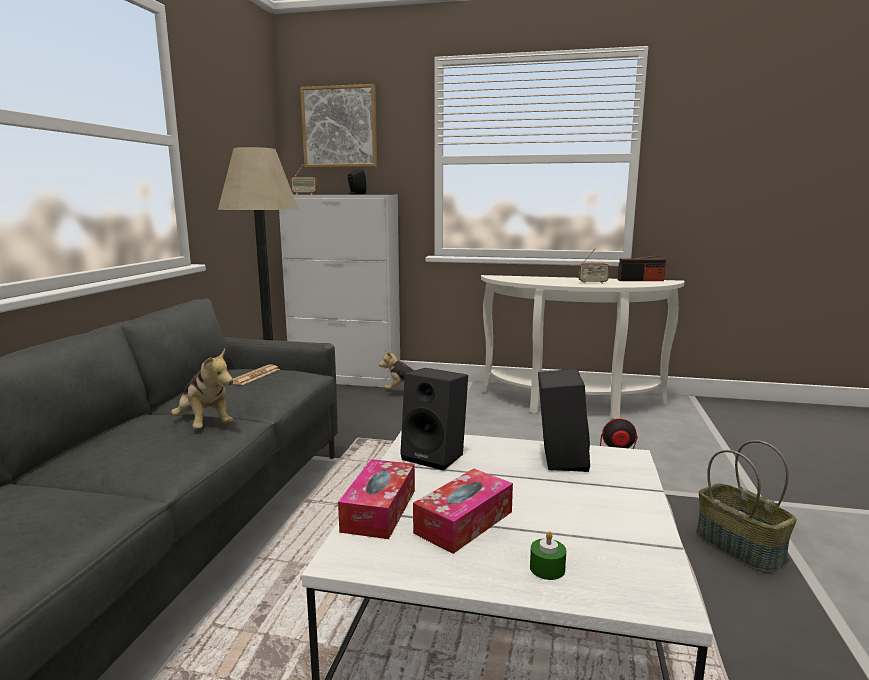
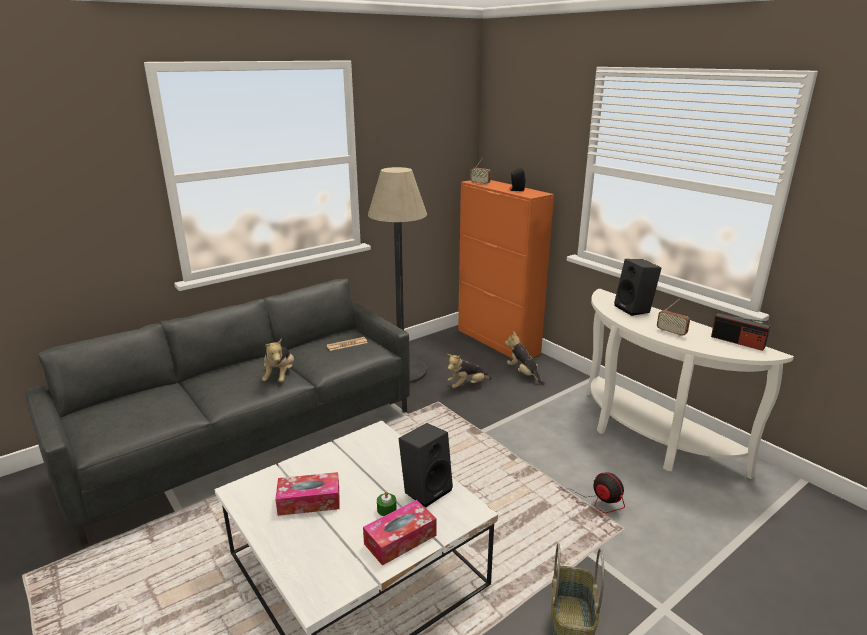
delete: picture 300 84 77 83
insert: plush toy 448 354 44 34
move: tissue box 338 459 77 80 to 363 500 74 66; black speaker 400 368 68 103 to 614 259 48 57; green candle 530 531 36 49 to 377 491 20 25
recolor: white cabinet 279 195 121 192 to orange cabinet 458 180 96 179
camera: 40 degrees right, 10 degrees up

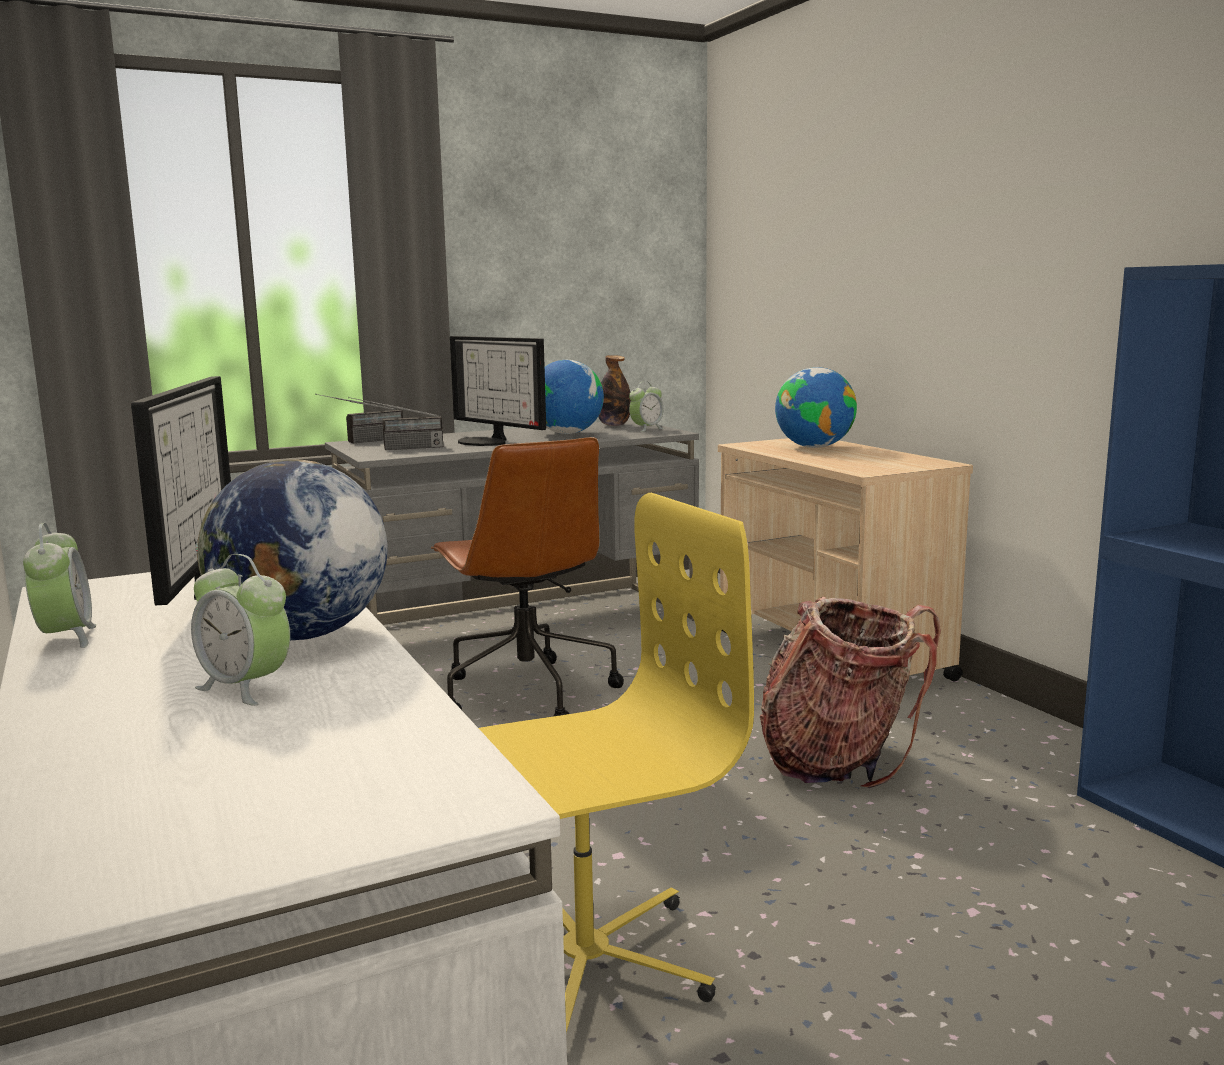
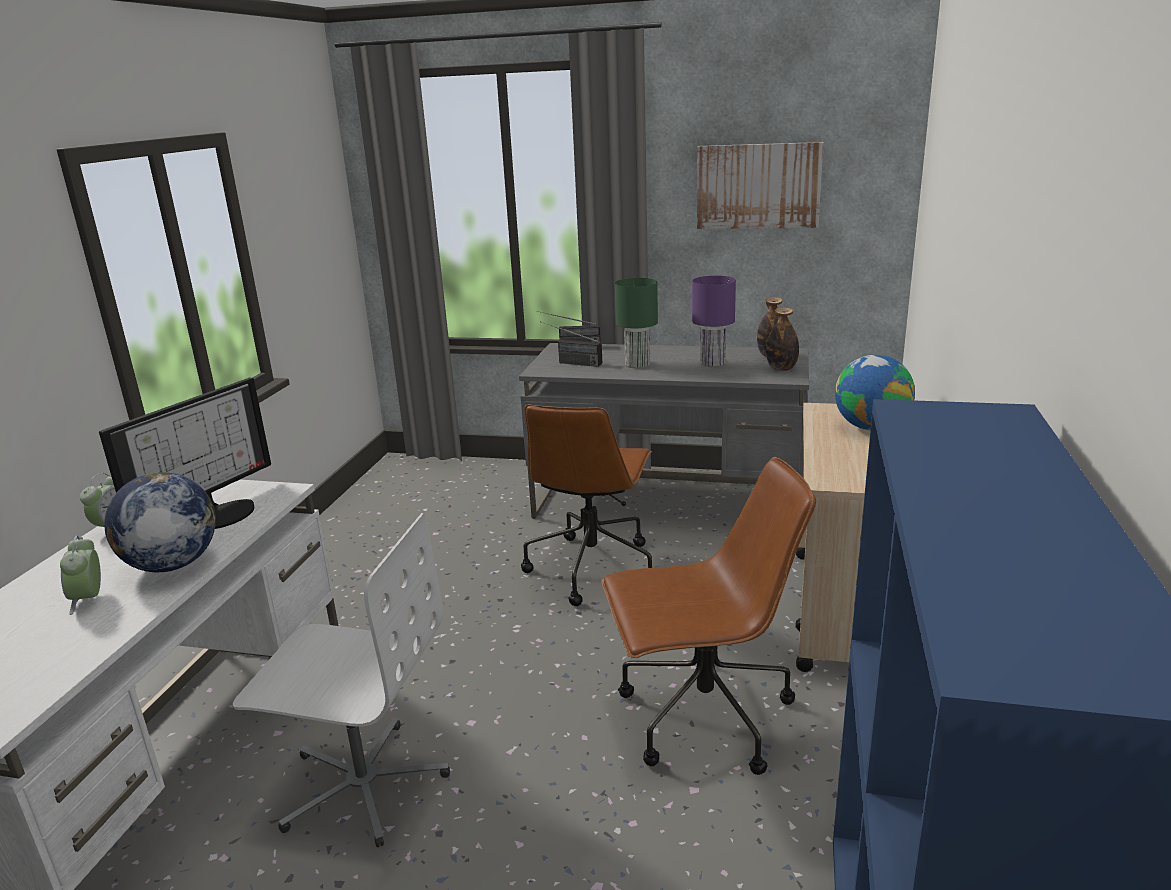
insert: picture 697 142 127 87
replace: monitor 450 336 96 110 to green table lamp 615 278 43 90; globe 545 360 59 74 to purple table lamp 692 276 44 91; alarm clock 629 381 35 51 to bottle 766 307 33 64; backpack 760 597 181 191 to brown office chair 601 457 215 318
recolor: yellow office chair 479 493 275 540 to white office chair 233 513 217 334
camera: 40 degrees right, 10 degrees up

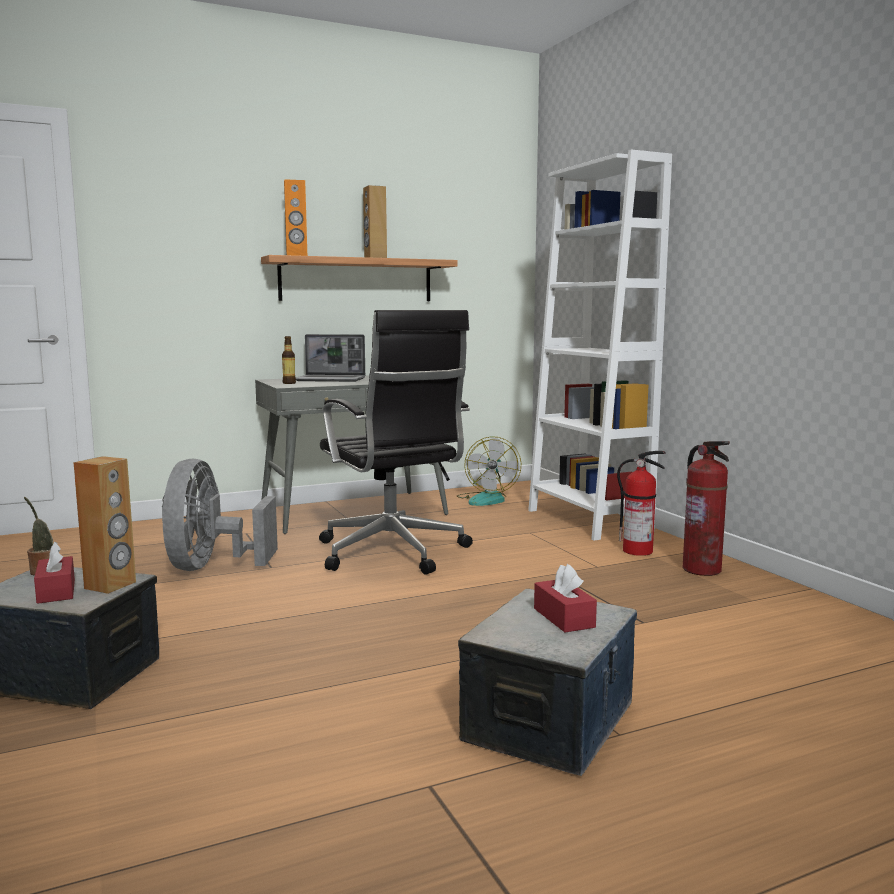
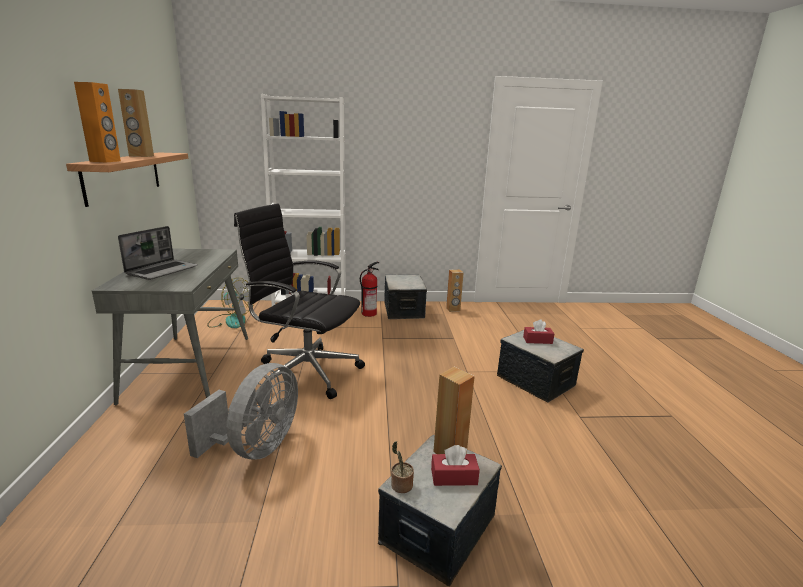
delete: bottle 282 336 14 48
insert: brown speaker 446 269 18 43
replace: fire extinguisher 683 441 47 135 to storage box 384 275 43 44
rotate: grey fan 162 458 116 113 = 184 363 114 96 90 degrees counterclockwise; black office chair 319 310 154 265 = 234 203 131 196 150 degrees counterclockwise
camera: 70 degrees left, 10 degrees up

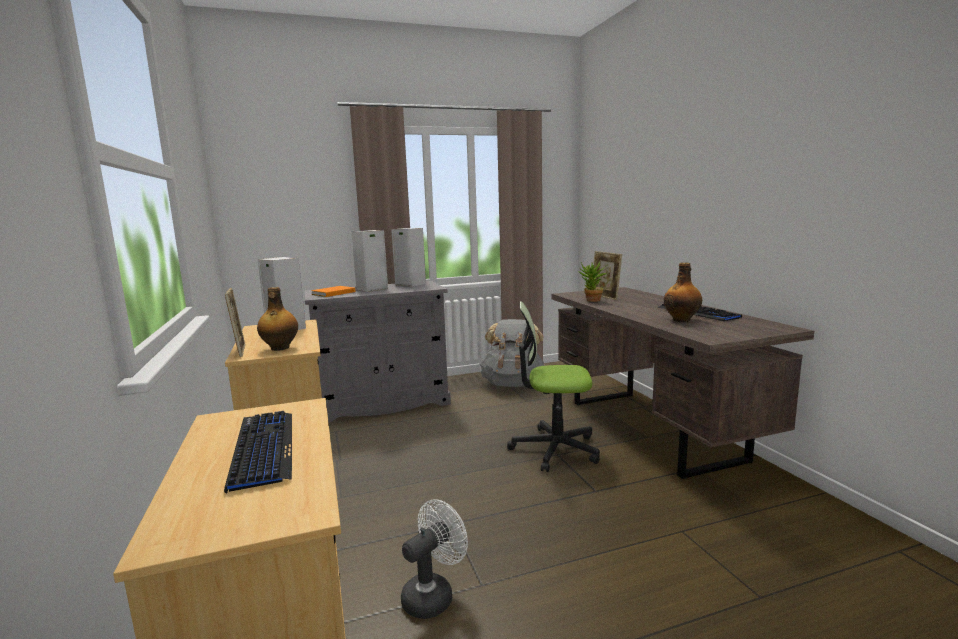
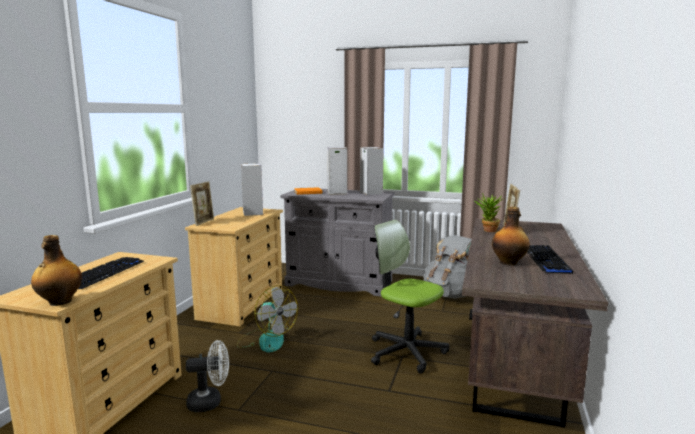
insert: fan 237 285 61 67
move: bottle 257 287 41 64 to 31 235 51 71
camera: 35 degrees right, 0 degrees up

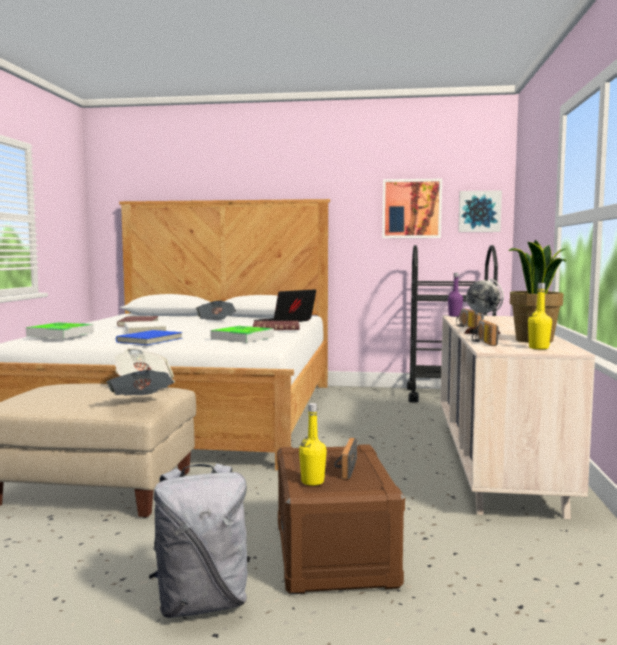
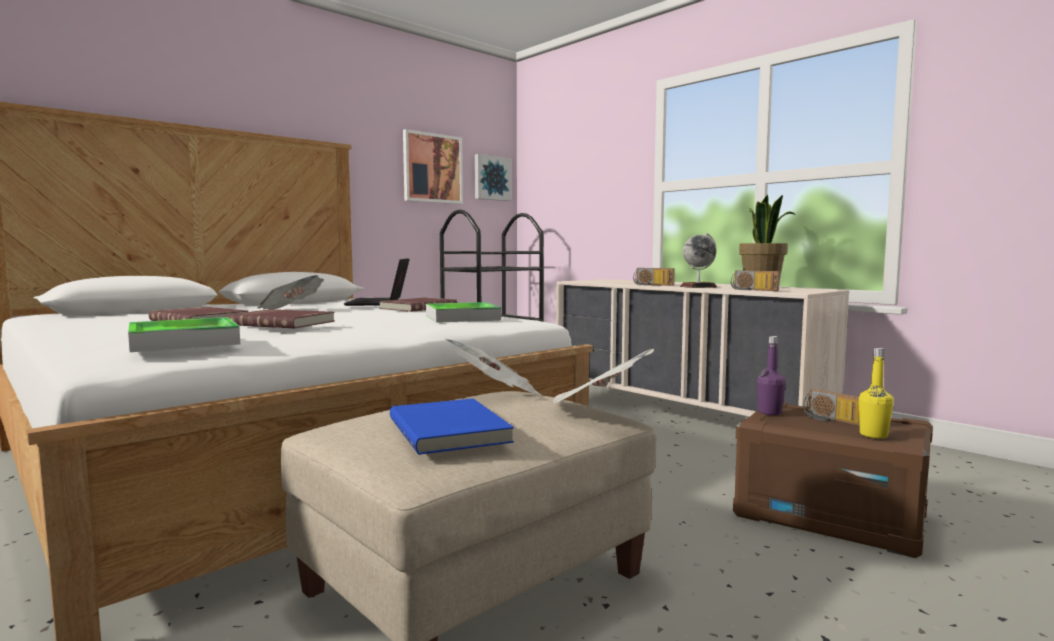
delete: grey backpack 149 464 102 154; yellow bottle 528 283 24 67
move: blue book 116 330 66 15 to 390 398 124 57; purple bottle 448 273 15 44 to 757 336 29 79
recolor: white book 124 321 42 12 to red book 225 309 110 19
camera: 50 degrees left, 0 degrees up

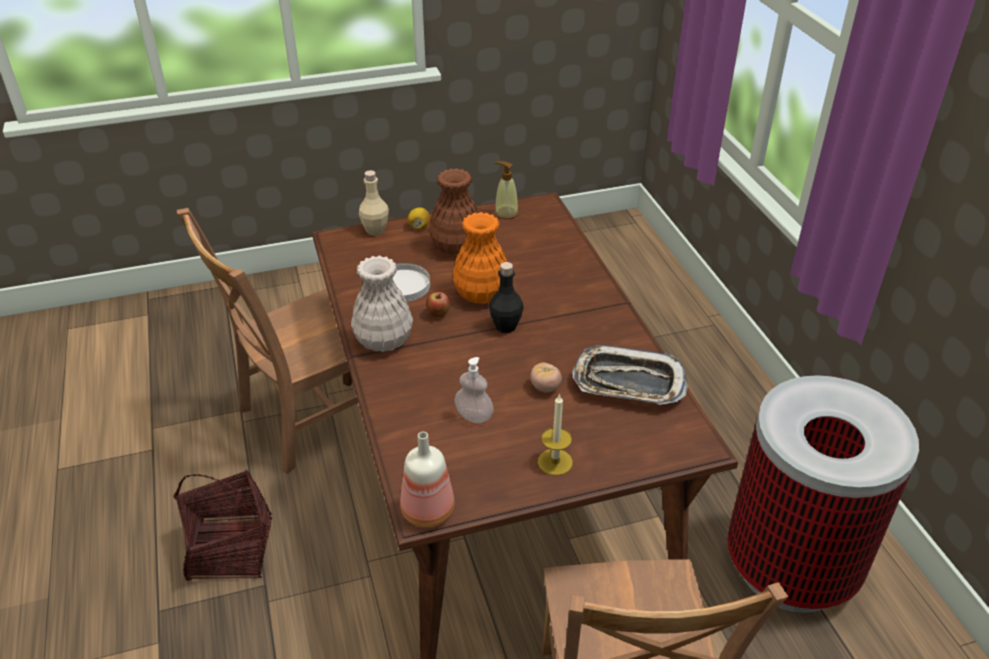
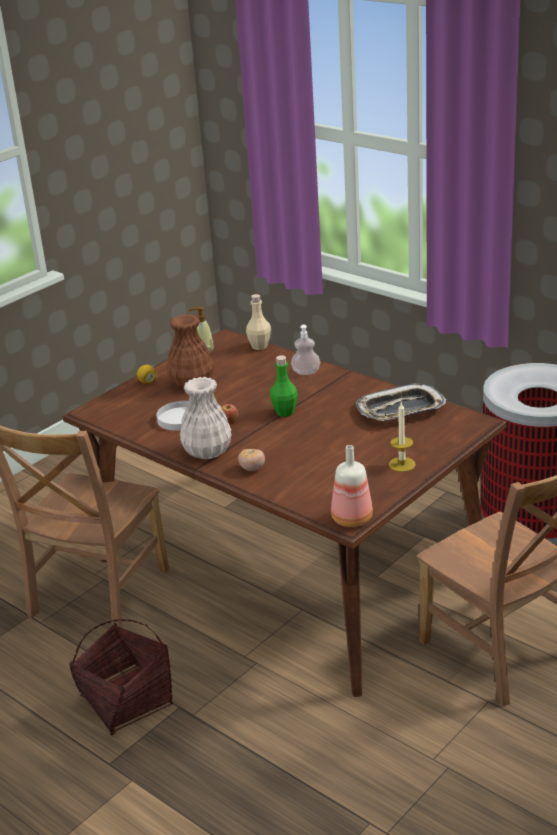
delete: orange vase 453 212 54 92
move: beige bottle 359 170 30 66 to 246 294 25 56; soap dispenser 454 357 40 66 to 291 325 29 50; tomato 530 362 32 31 to 238 449 27 22
recolor: black bottle 489 262 35 71 to green bottle 270 356 28 61
camera: 30 degrees left, 10 degrees down

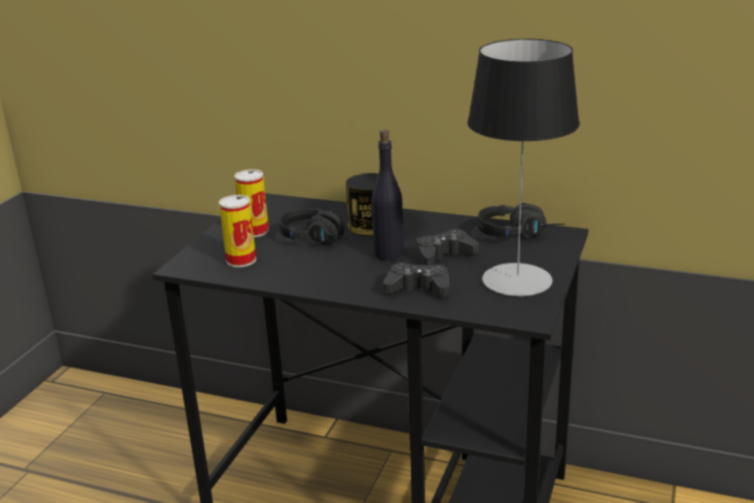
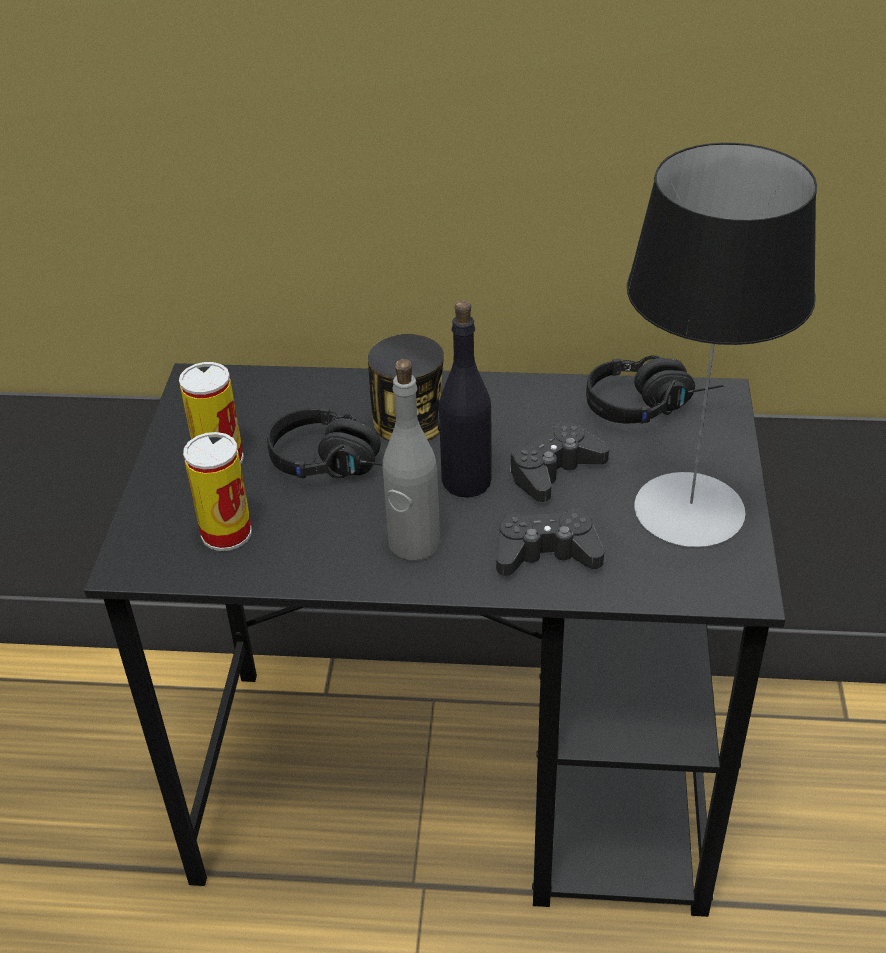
insert: grey bottle 383 359 57 202
camera: 15 degrees left, 15 degrees up

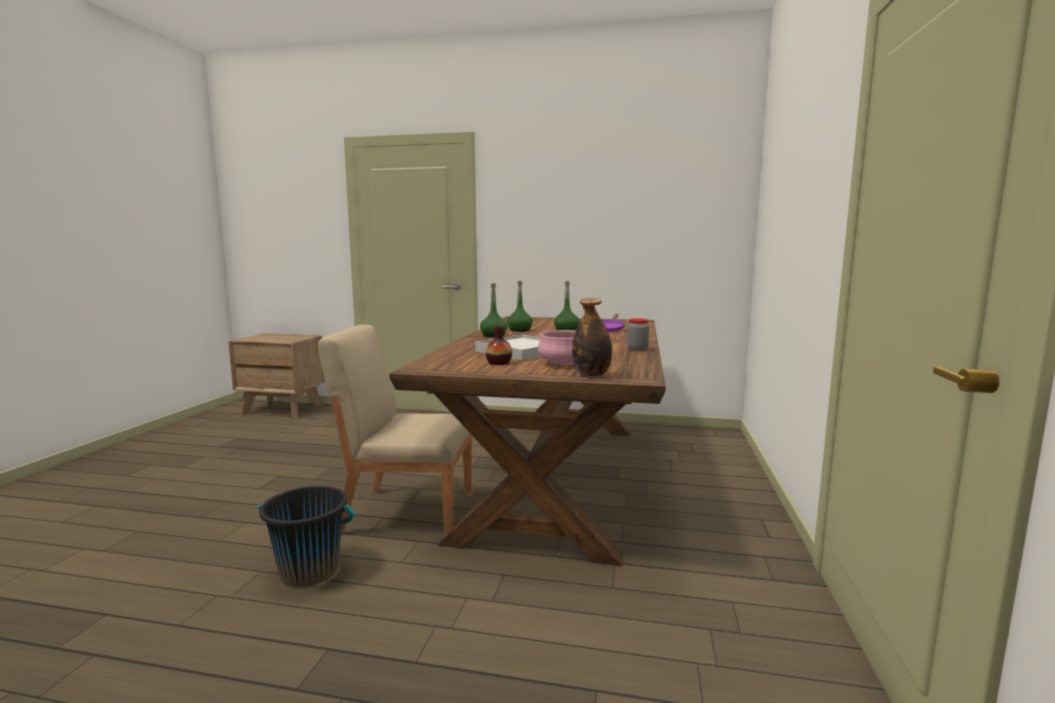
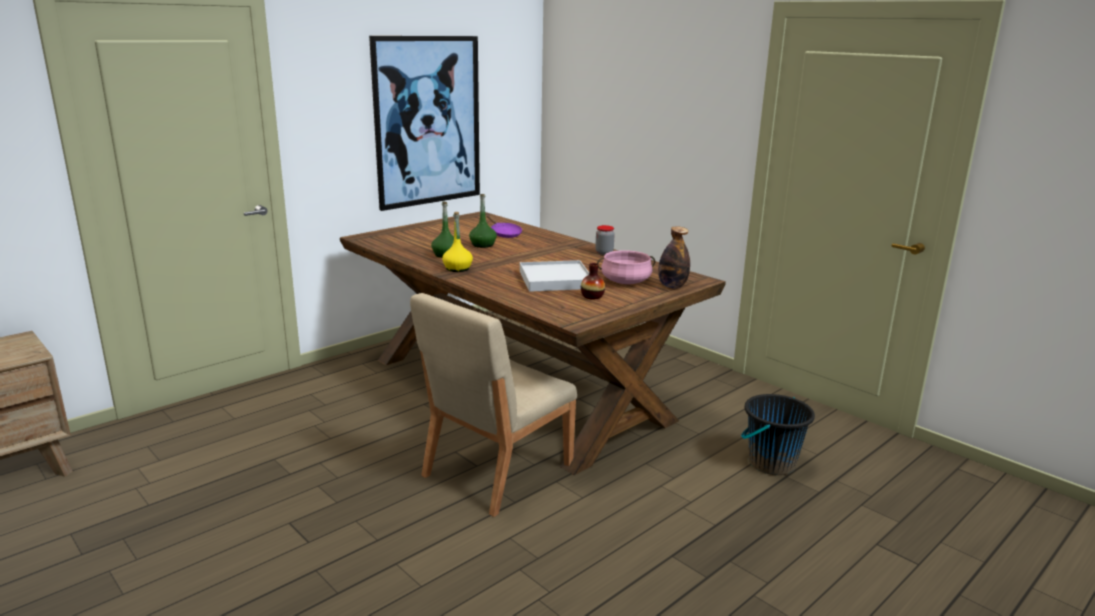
insert: picture 369 36 111 175
move: black bucket 258 486 96 101 to 741 394 74 81
recolor: green bottle 480 283 27 54 to yellow bottle 442 212 31 60
camera: 55 degrees left, 10 degrees up

